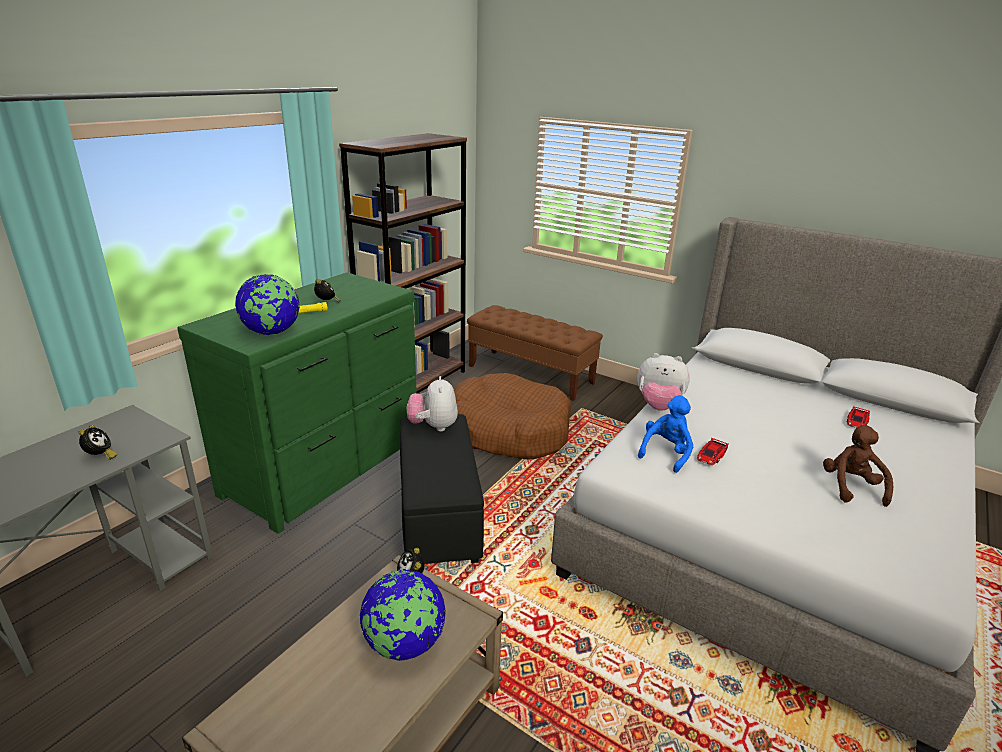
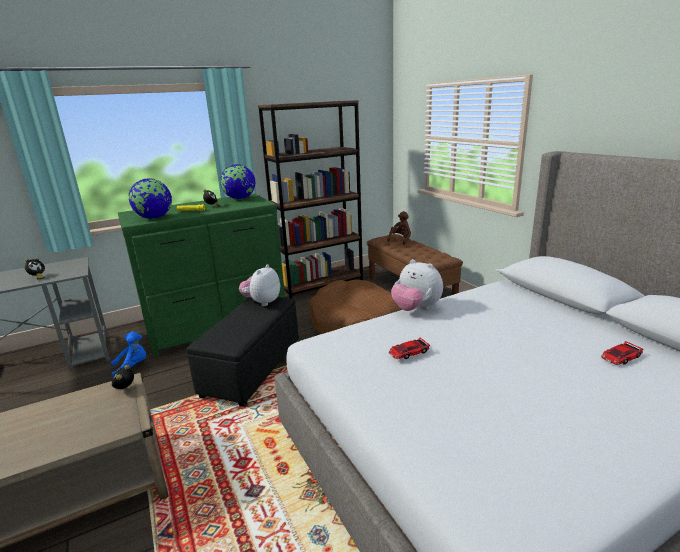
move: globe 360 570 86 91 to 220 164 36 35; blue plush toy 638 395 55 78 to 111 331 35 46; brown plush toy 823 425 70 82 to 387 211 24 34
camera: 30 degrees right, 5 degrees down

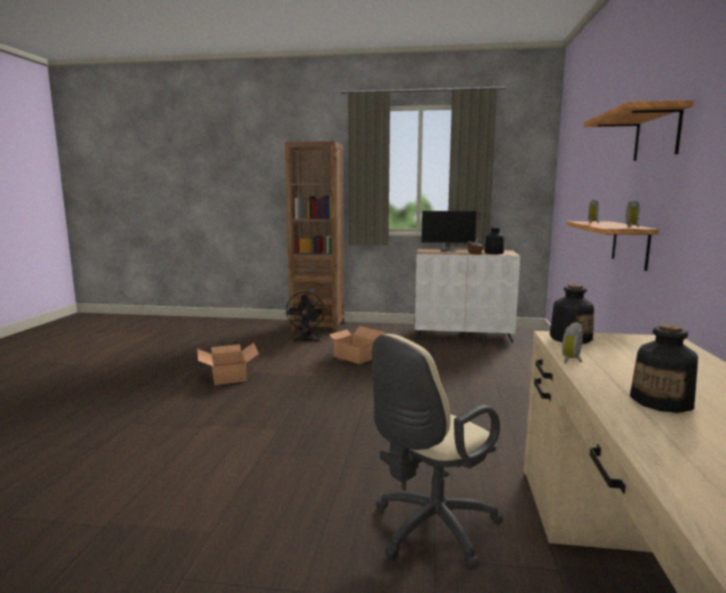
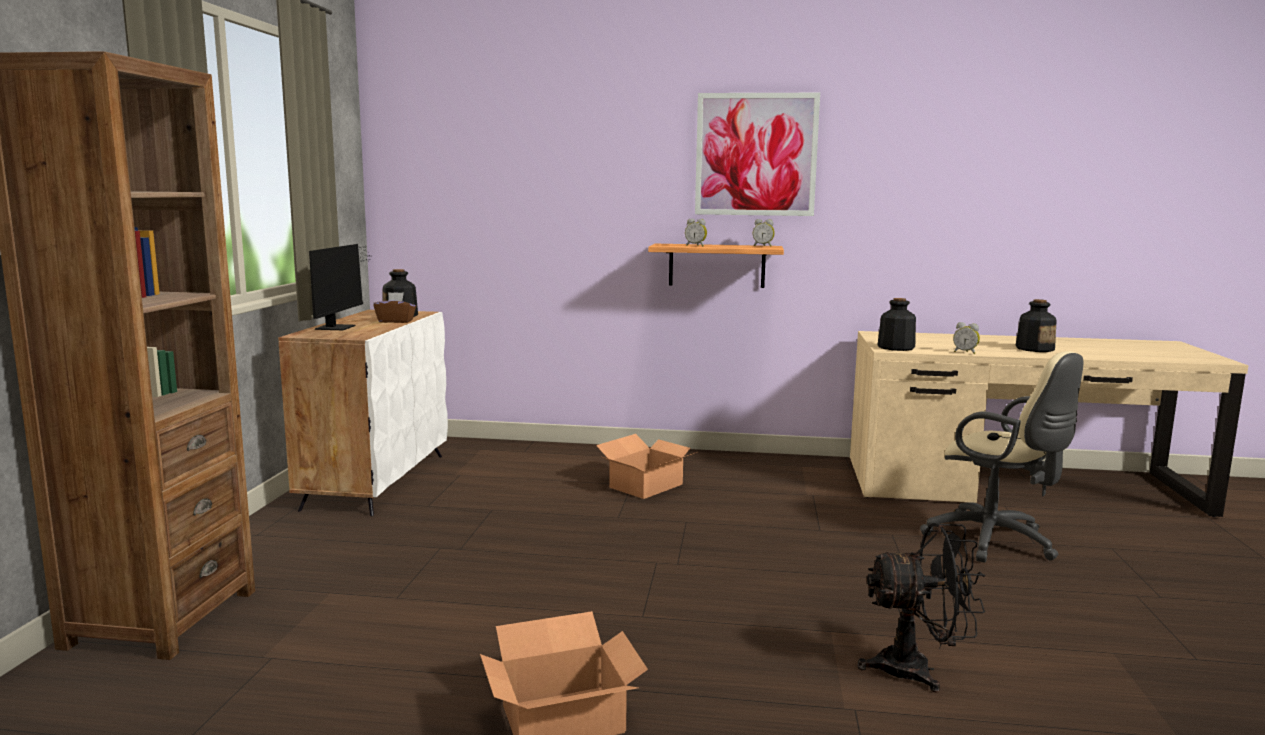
move: black fan 285 292 40 50 to 857 523 128 170; cardboard box 327 326 59 38 to 596 434 101 65
replace: shelf 583 100 110 61 to picture 695 93 125 123
camera: 90 degrees left, 0 degrees up

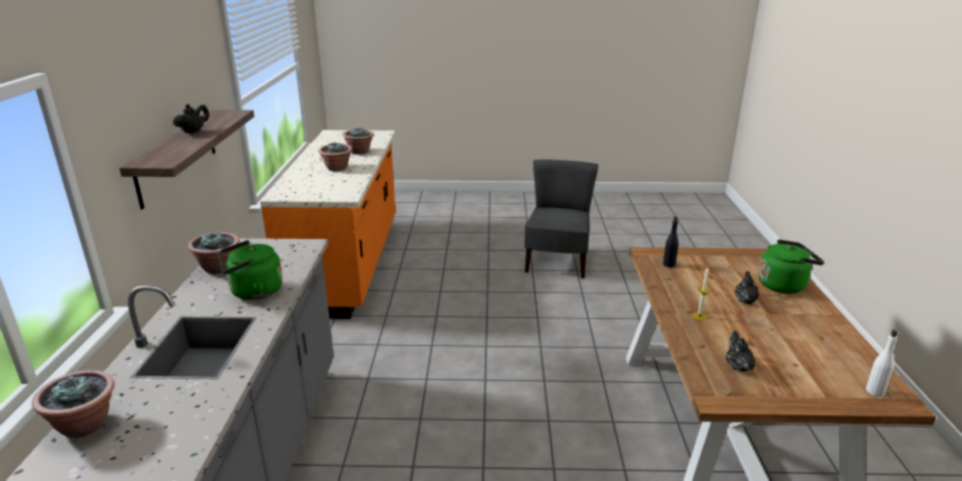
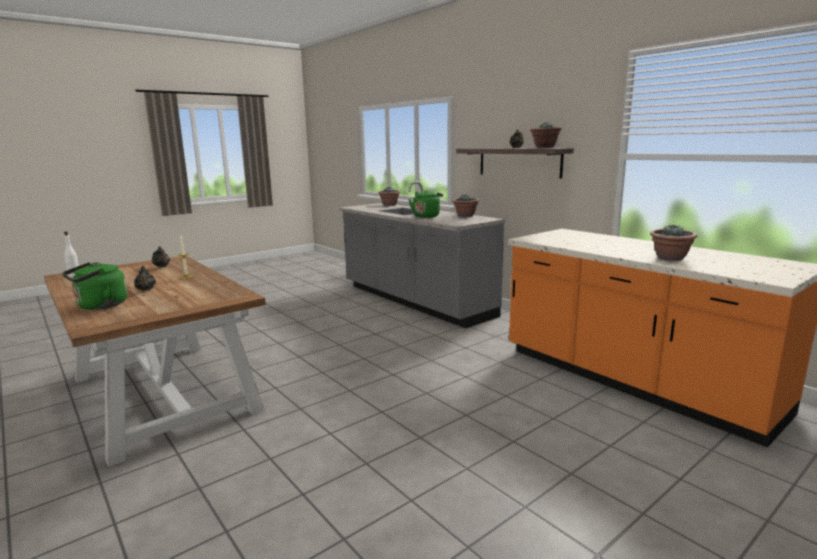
delete: grey chair 524 160 74 119; black bottle 663 216 16 51
move: potted plant 318 142 34 29 to 530 122 32 26
camera: 140 degrees right, 10 degrees down

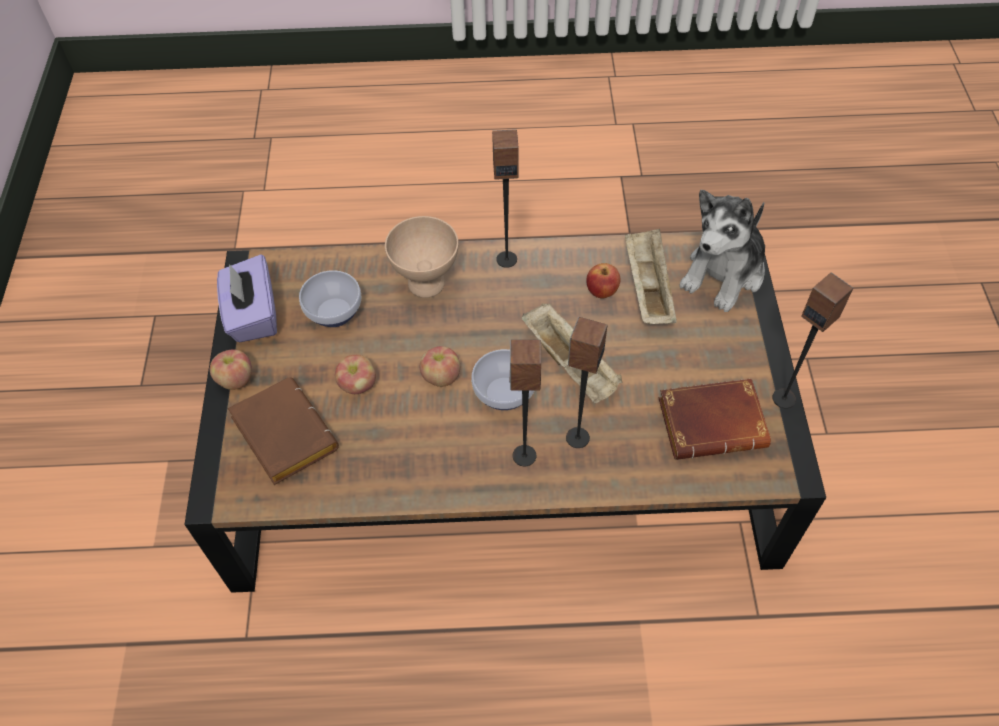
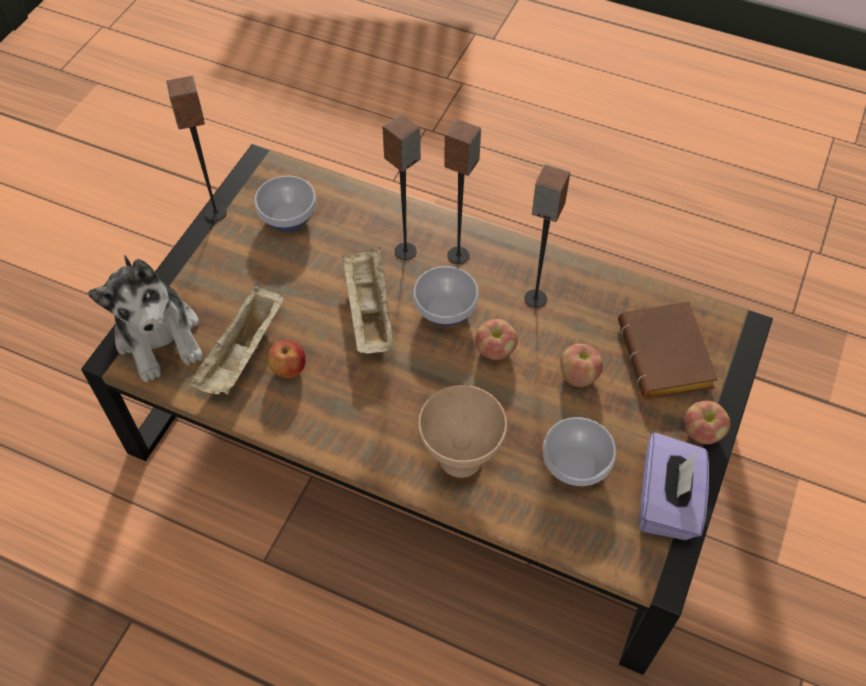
move: speaker 492 129 27 139 to 524 164 46 144
replace: brown book 658 378 113 82 to bowl 254 176 62 56
rotate: plush toy 679 190 86 122 = 87 254 116 128 90 degrees clockwise
camera: 155 degrees left, 0 degrees up

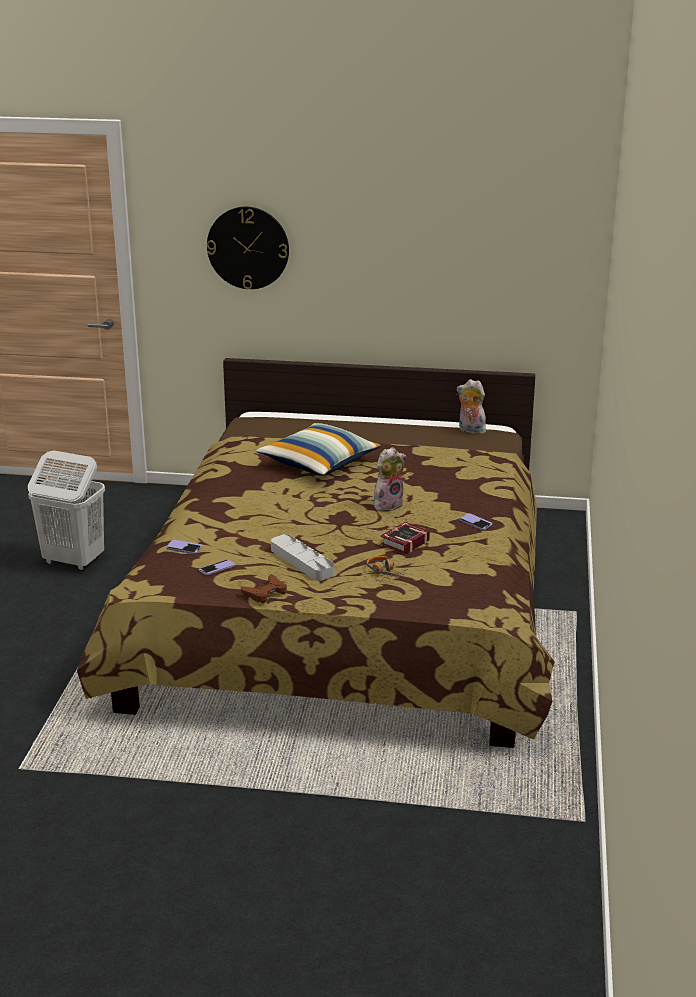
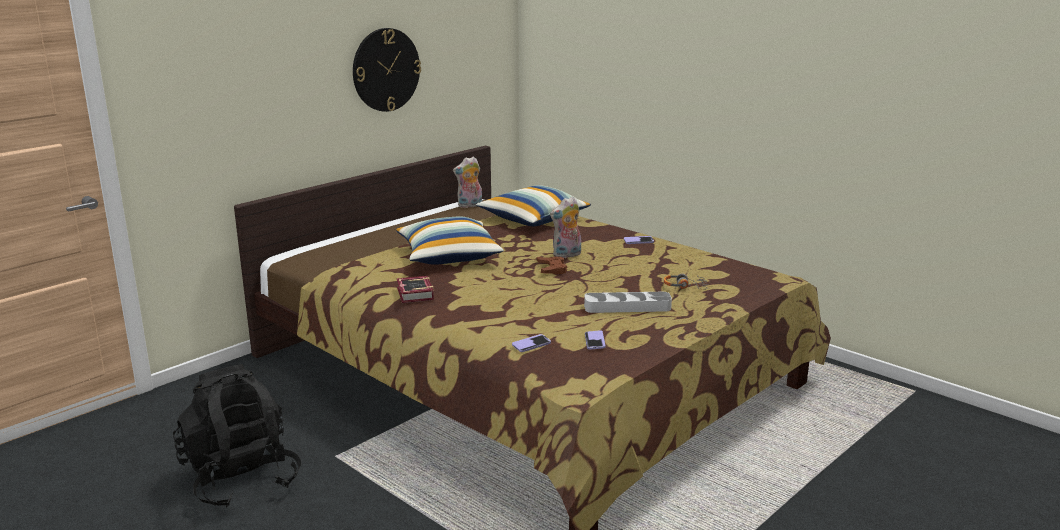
insert: pillow 476 185 115 41
move: wall clock 207 207 82 82 to 353 28 68 84; brown game controller 241 574 46 29 to 537 257 30 17; book 380 522 50 32 to 397 276 37 27
replace: white laundry basket 28 451 77 120 to black backpack 173 364 128 143
rotate: plush toy 374 447 32 64 = 550 196 31 62 120 degrees counterclockwise
camera: 55 degrees left, 5 degrees down

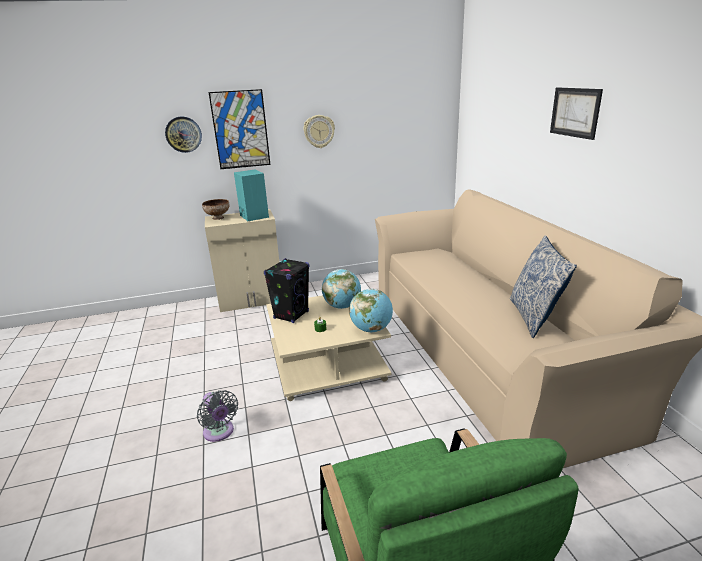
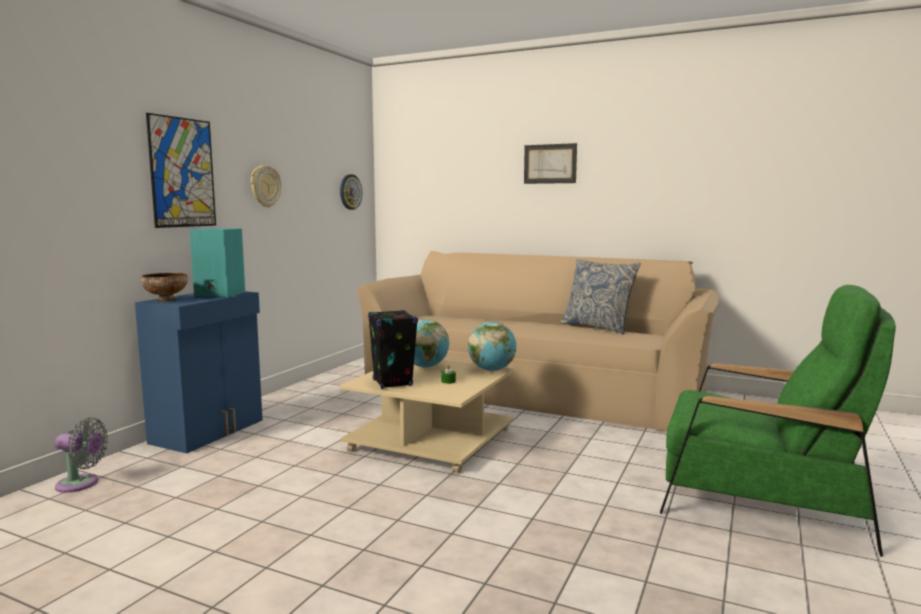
move: wall clock 165 116 37 37 to 340 174 22 36; grey fan 197 390 41 52 to 55 417 53 76
recolor: beige cabinet 205 209 74 103 to blue cabinet 135 291 128 162
camera: 50 degrees left, 15 degrees down

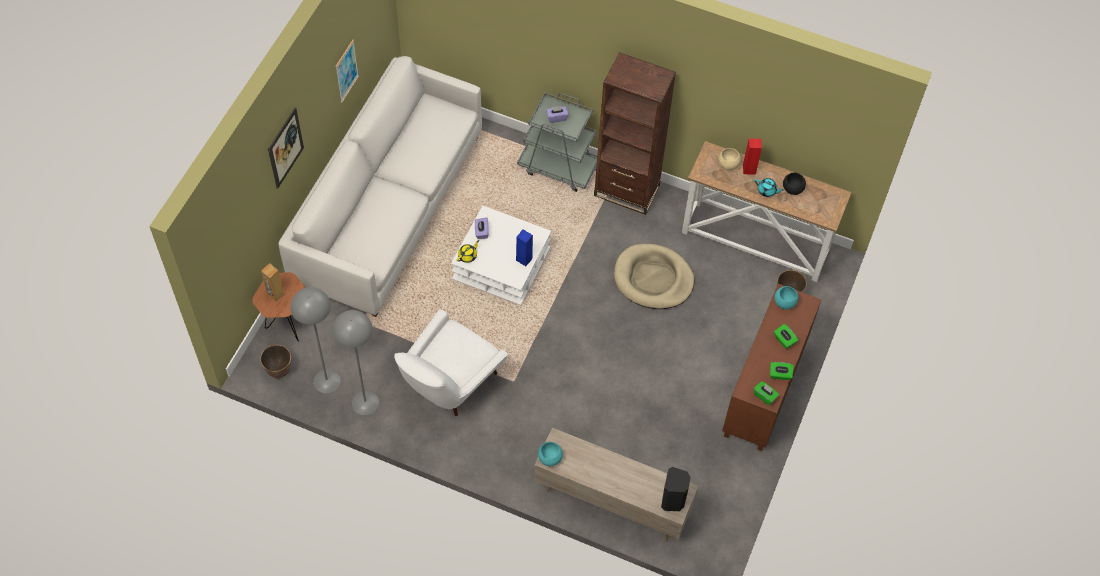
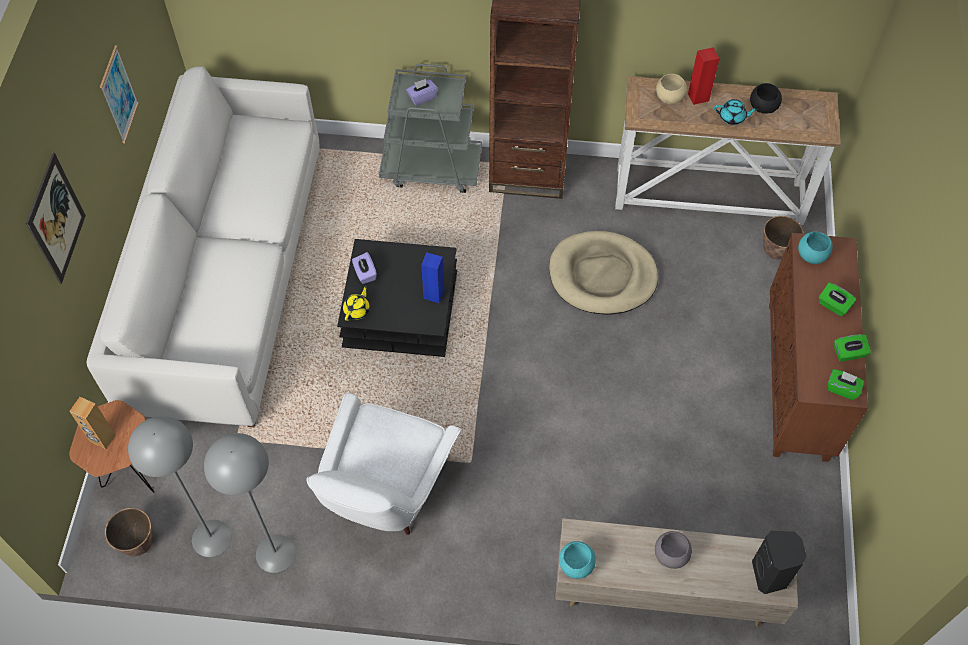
insert: grey bowl 655 531 37 38
recolor: white coffee table 451 206 100 99 to black coffee table 337 239 120 118
camera: 15 degrees left, 0 degrees up

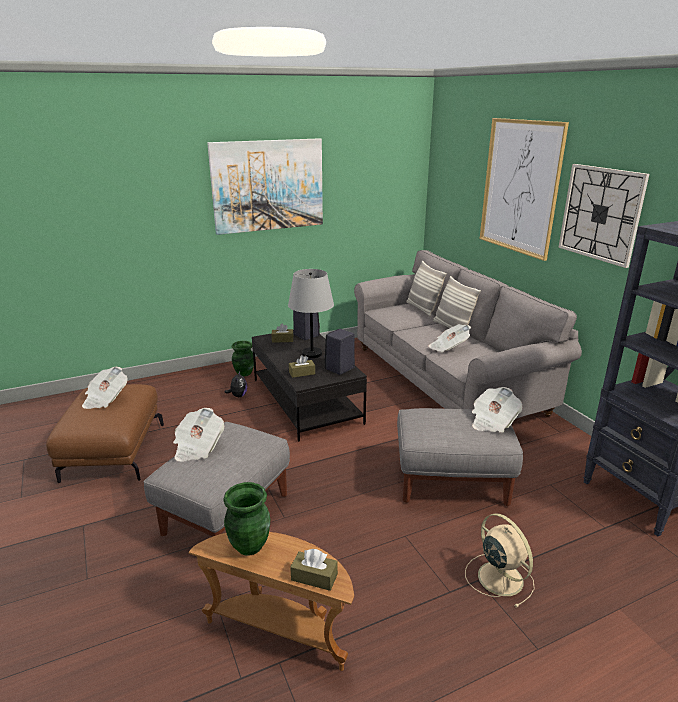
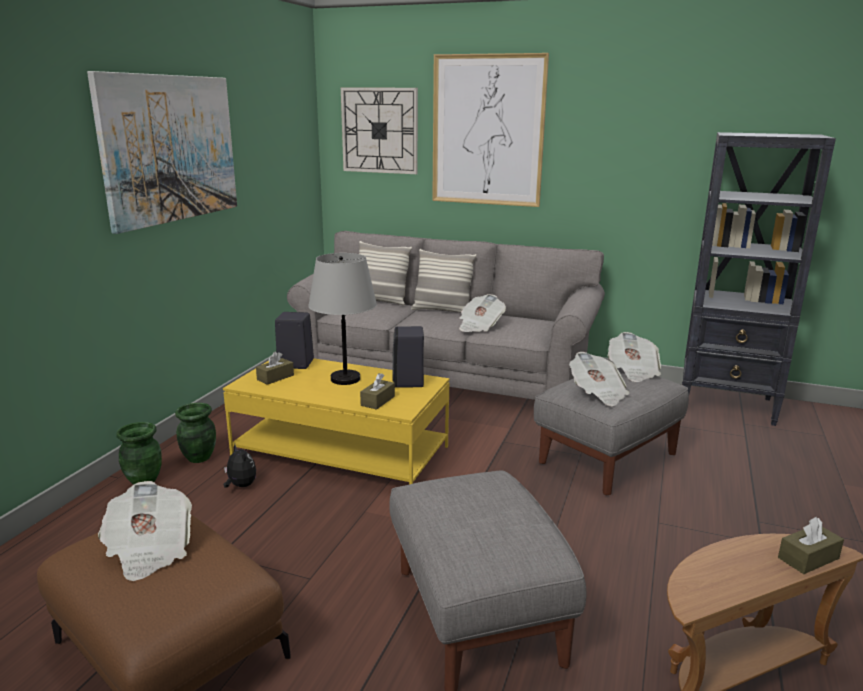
delete: beige fan 465 513 70 95
move: newspaper 173 408 51 54 to 569 352 60 55; green vase 223 482 47 73 to 117 422 45 63; wall clock 558 164 91 104 to 341 87 77 87
recolor: black coffee table 252 333 115 108 to yellow coffee table 223 359 227 125
camera: 45 degrees left, 5 degrees down

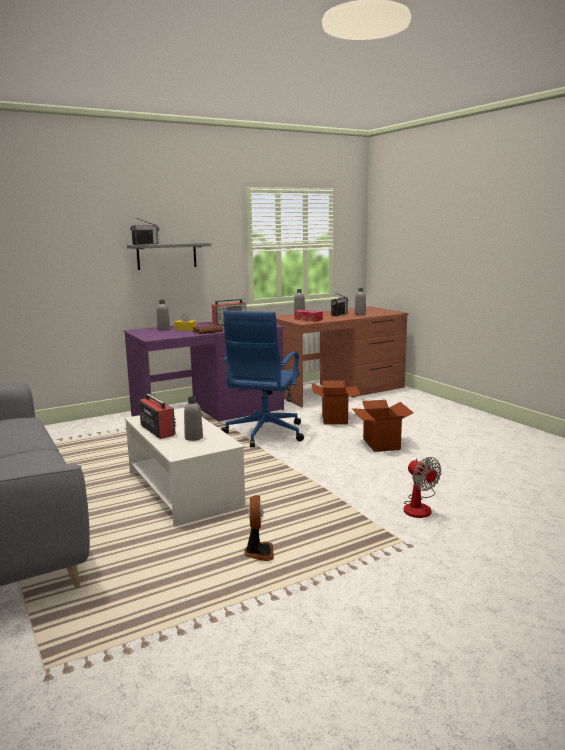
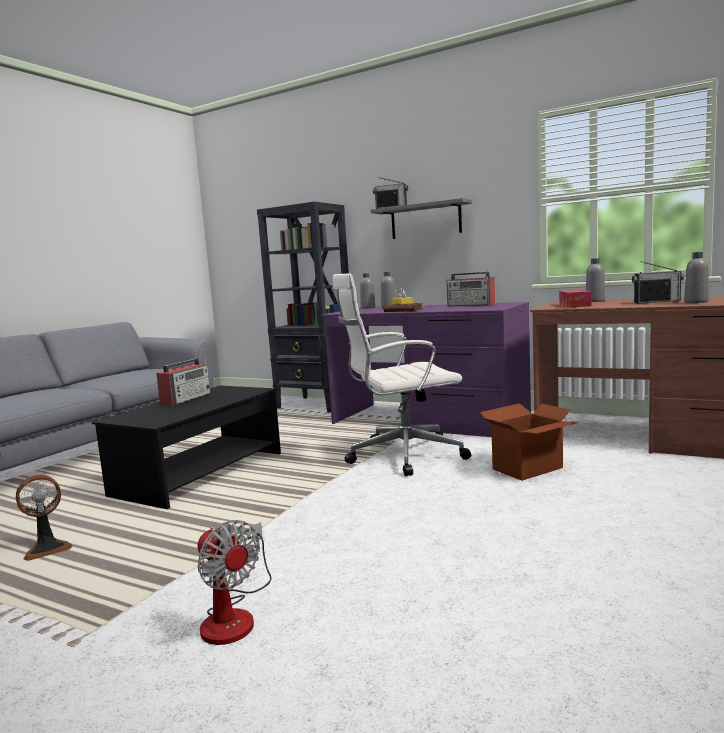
delete: cardboard box 352 400 62 52
insert: black bookcase 257 202 92 211
move: grey bottle 184 396 19 45 to 360 273 16 36
recolor: white coffee table 124 408 121 119 to black coffee table 92 386 189 123; blue office chair 221 310 83 138 to white office chair 333 273 138 203
rotate: fan 404 457 38 61 = 198 520 74 125 75 degrees counterclockwise
camera: 60 degrees right, 5 degrees down

